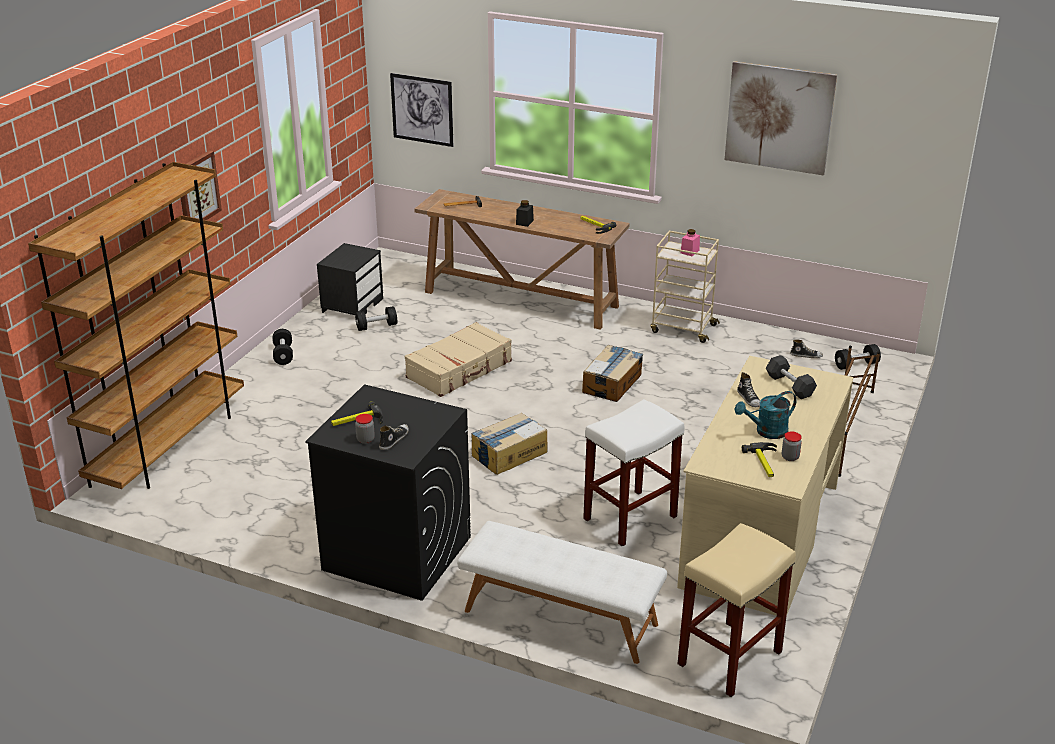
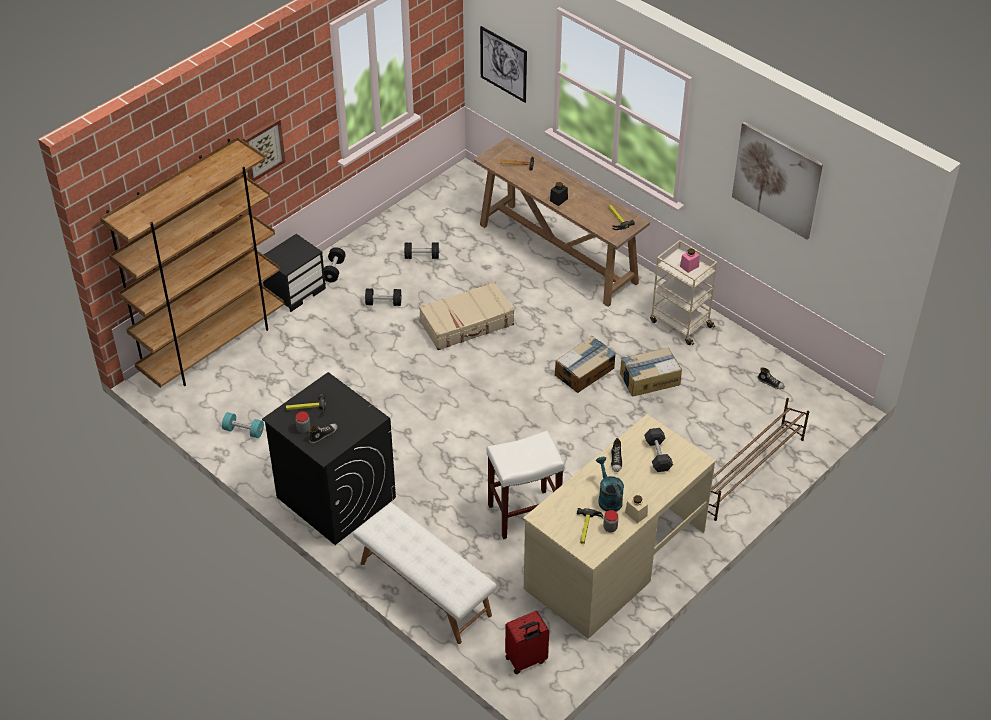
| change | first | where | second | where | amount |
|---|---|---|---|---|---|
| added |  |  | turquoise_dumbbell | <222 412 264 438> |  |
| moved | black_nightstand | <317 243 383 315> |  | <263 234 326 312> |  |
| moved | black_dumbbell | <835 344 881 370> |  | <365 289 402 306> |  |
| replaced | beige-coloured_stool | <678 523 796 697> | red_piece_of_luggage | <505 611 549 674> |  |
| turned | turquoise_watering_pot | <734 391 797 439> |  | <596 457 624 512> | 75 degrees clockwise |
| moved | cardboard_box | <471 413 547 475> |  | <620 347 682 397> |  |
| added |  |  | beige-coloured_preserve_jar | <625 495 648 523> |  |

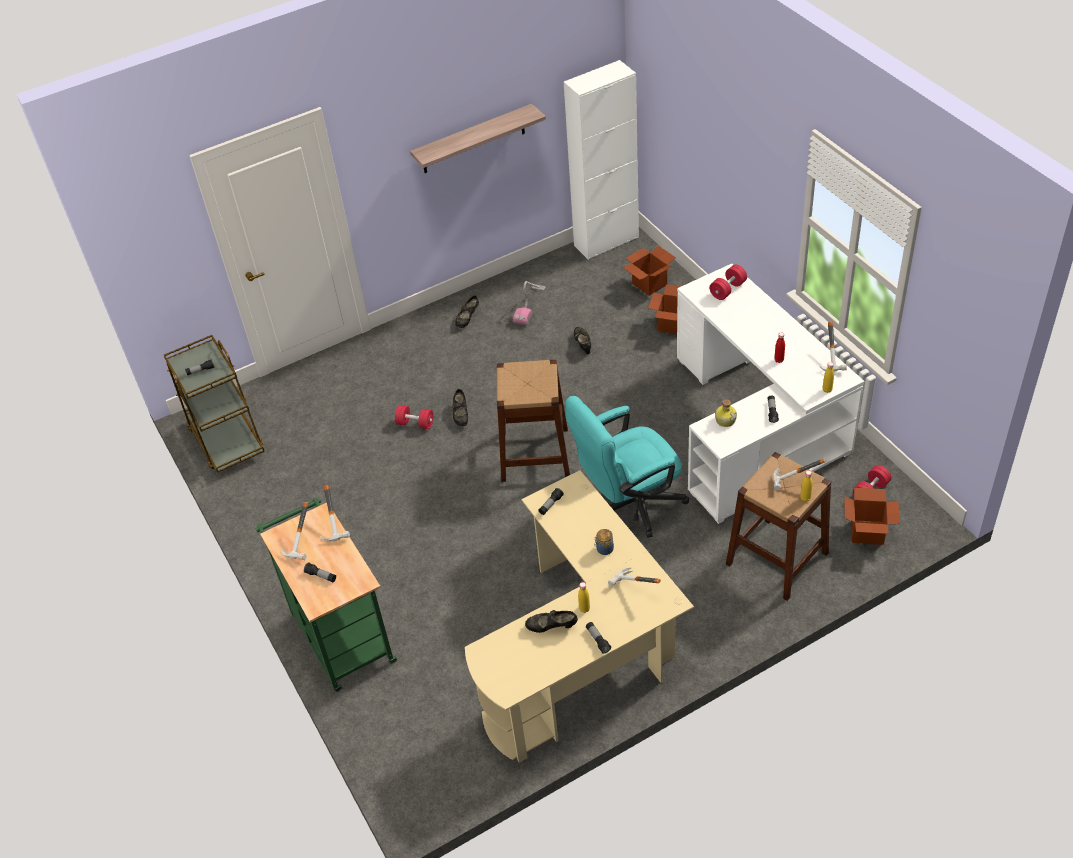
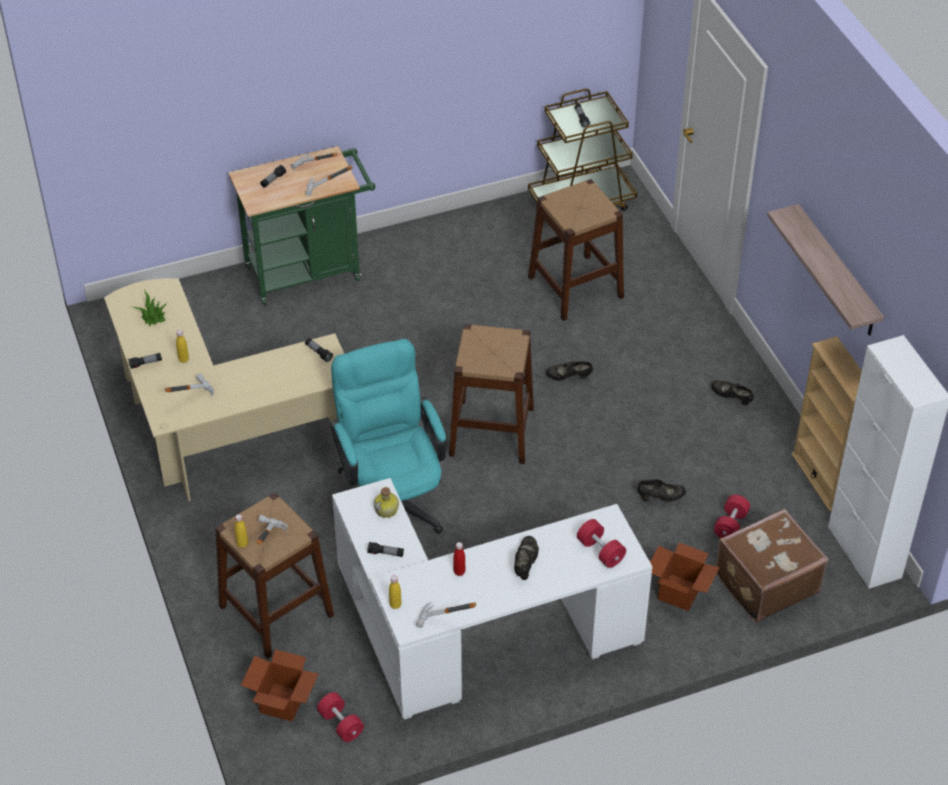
| change | first | where | second | where | amount |
|---|---|---|---|---|---|
| added |  |  | houseplant | <134 289 167 326> |  |
| moved | black_item_of_footwear | <525 610 578 633> |  | <514 536 539 580> |  |
| added |  |  | brownish_stool | <528 179 624 321> |  |
| moved | red_dumbbell | <395 405 433 429> |  | <714 495 750 538> |  |
| replaced | cardboard_box | <623 246 676 296> | brownish_piece_of_luggage | <716 509 828 622> |  |
| added |  |  | beige-coloured_shelving_unit | <791 336 862 511> |  |
| removed | vacuum | <513 281 546 325> |  |  |  |
| removed | preserve_jar | <594 529 614 555> |  |  |  |

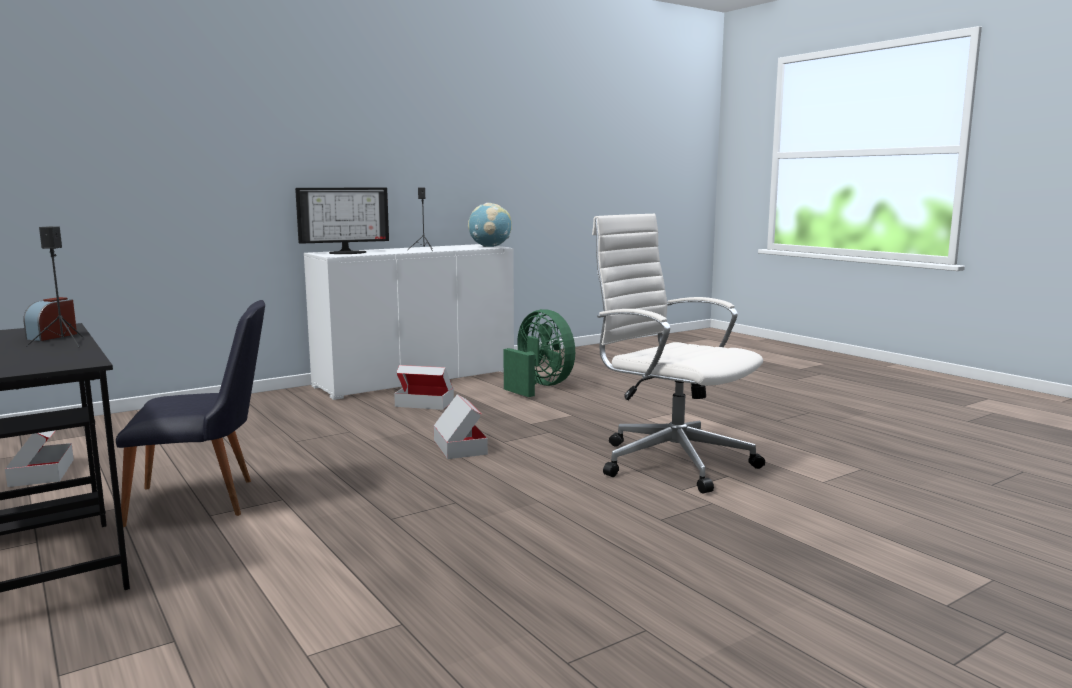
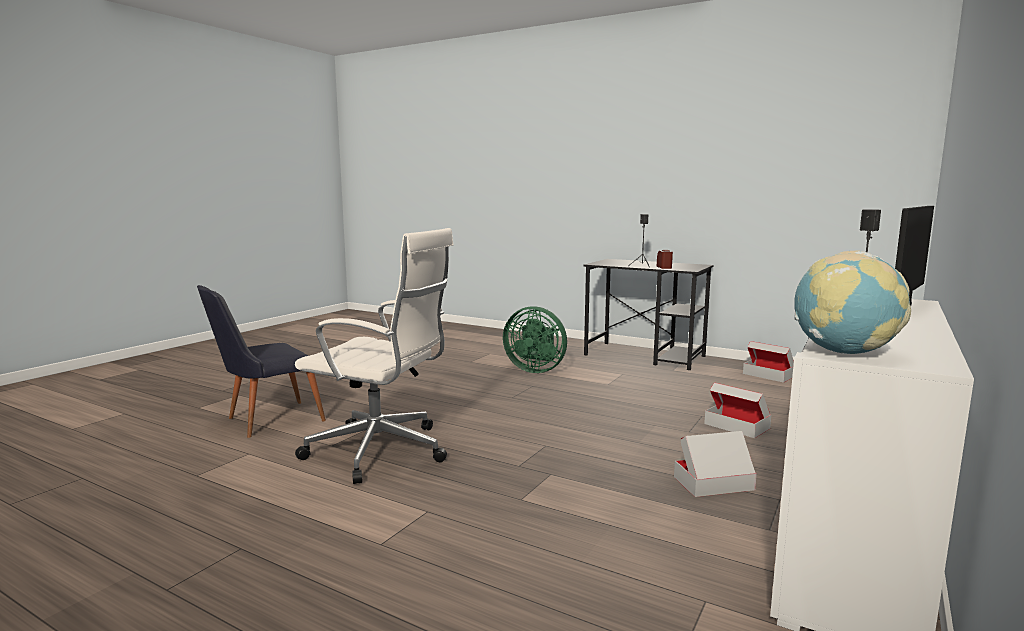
| change | first | where | second | where | amount |
|---|---|---|---|---|---|
| moved | black_chair | <116 300 265 527> |  | <197 285 326 438> |  |
| moved | green_cooling_fan | <503 309 575 397> |  | <503 306 567 373> |  |
| moved | cardboard_box | <434 394 488 459> |  | <704 382 771 438> |  |

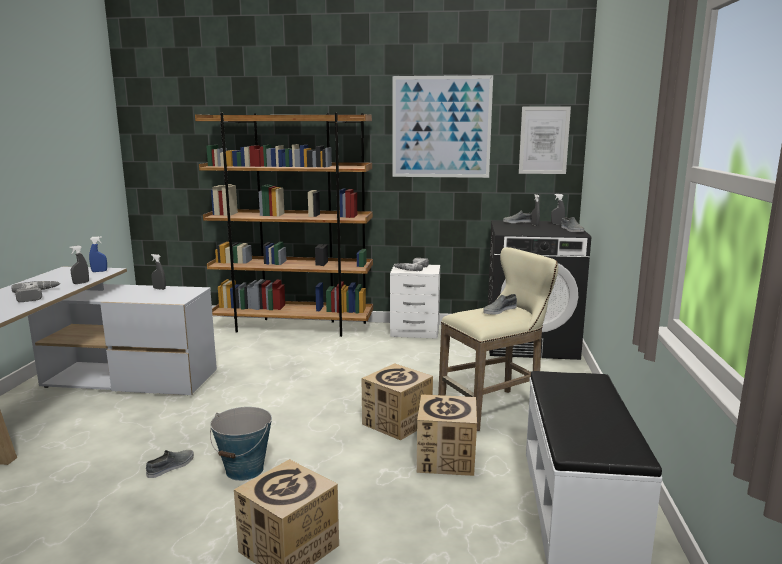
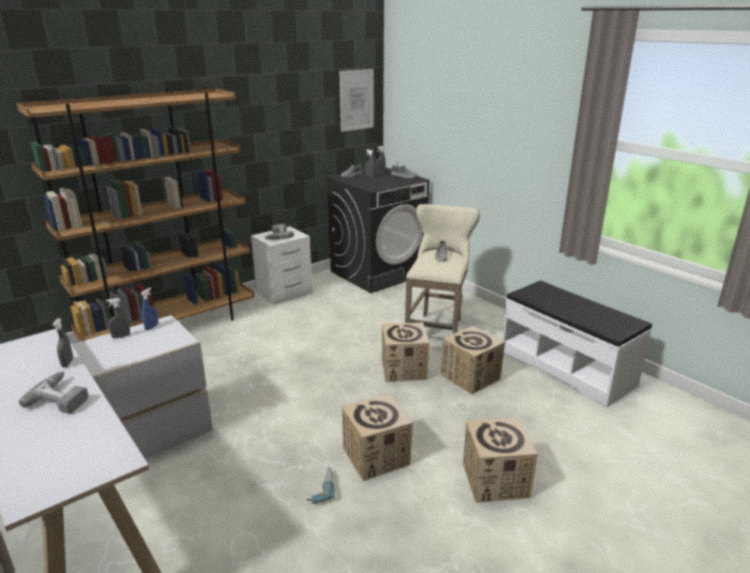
| change | first | where | second | where | amount |
|---|---|---|---|---|---|
| moved | blue_spray_bottle | <89 236 107 272> |  | <141 288 158 330> |  |
| replaced | greyish_item_of_footwear | <146 450 194 478> | electric_drill | <307 467 335 504> |  |
| replaced | pail | <210 407 272 481> | cardboard_box | <342 394 413 481> |  |
| removed | wall_picture | <392 75 493 178> |  |  |  |

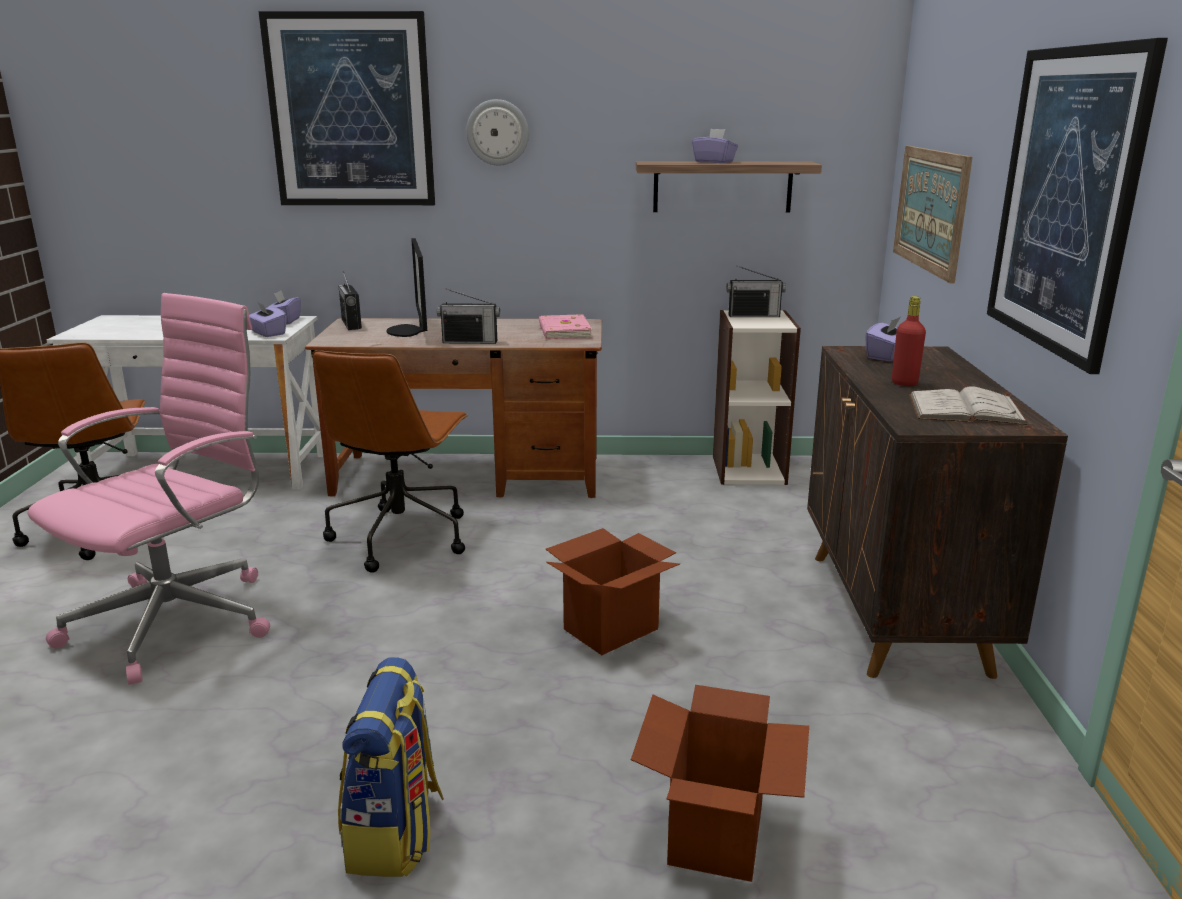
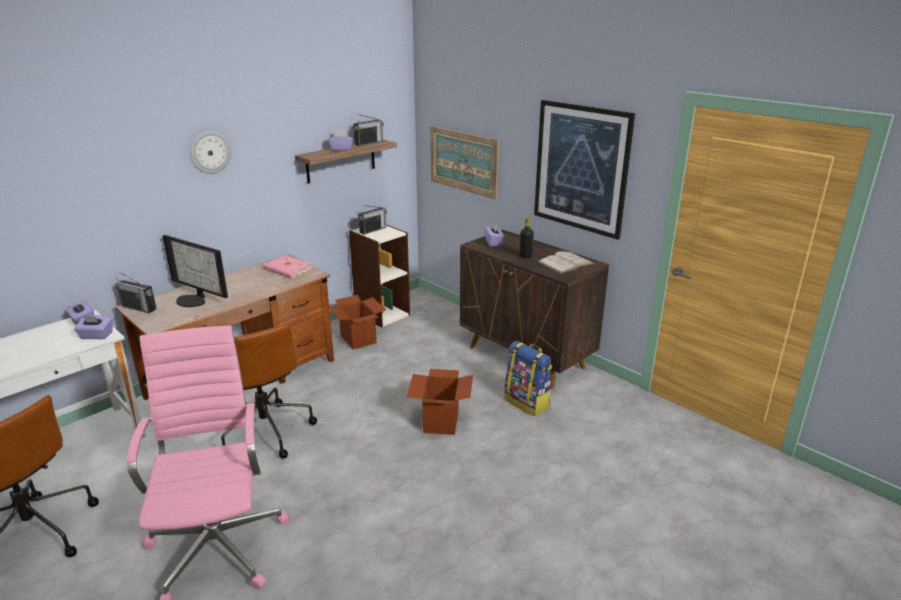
| change | first | where | second | where | amount |
|---|---|---|---|---|---|
| moved | cardboard_box | <631 685 809 882> |  | <329 295 386 349> |  |
| moved | radio | <437 288 500 344> |  | <353 114 384 146> |  |
| moved | knapsack | <338 657 444 877> |  | <504 341 552 416> |  |
| recoloured | red_drink_bottle | <892 296 926 386> | black_drink_bottle | <520 217 534 258> |  |
| removed | wall_picture | <259 11 435 205> |  |  |  |

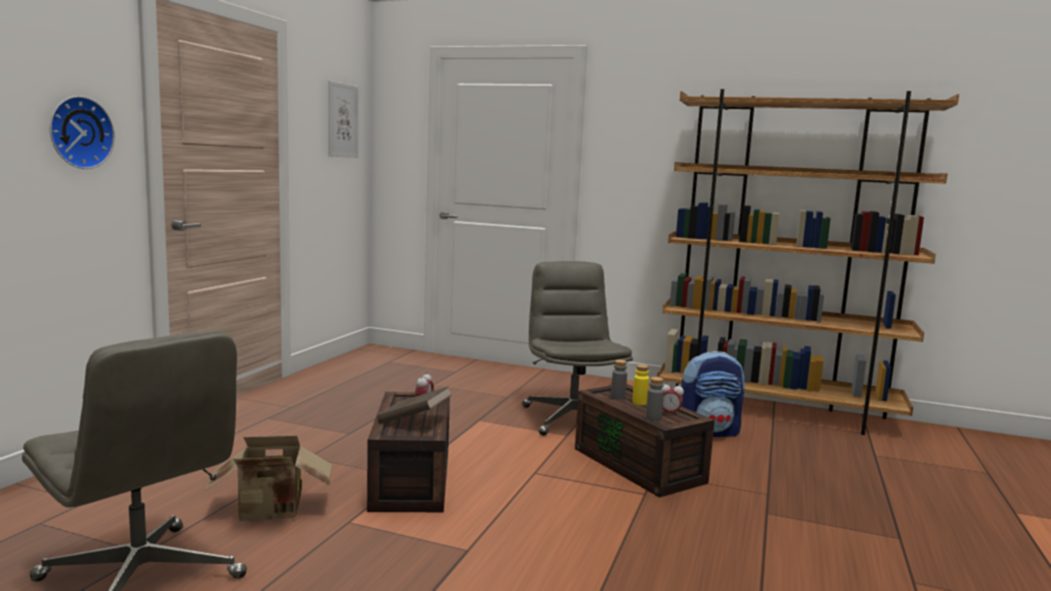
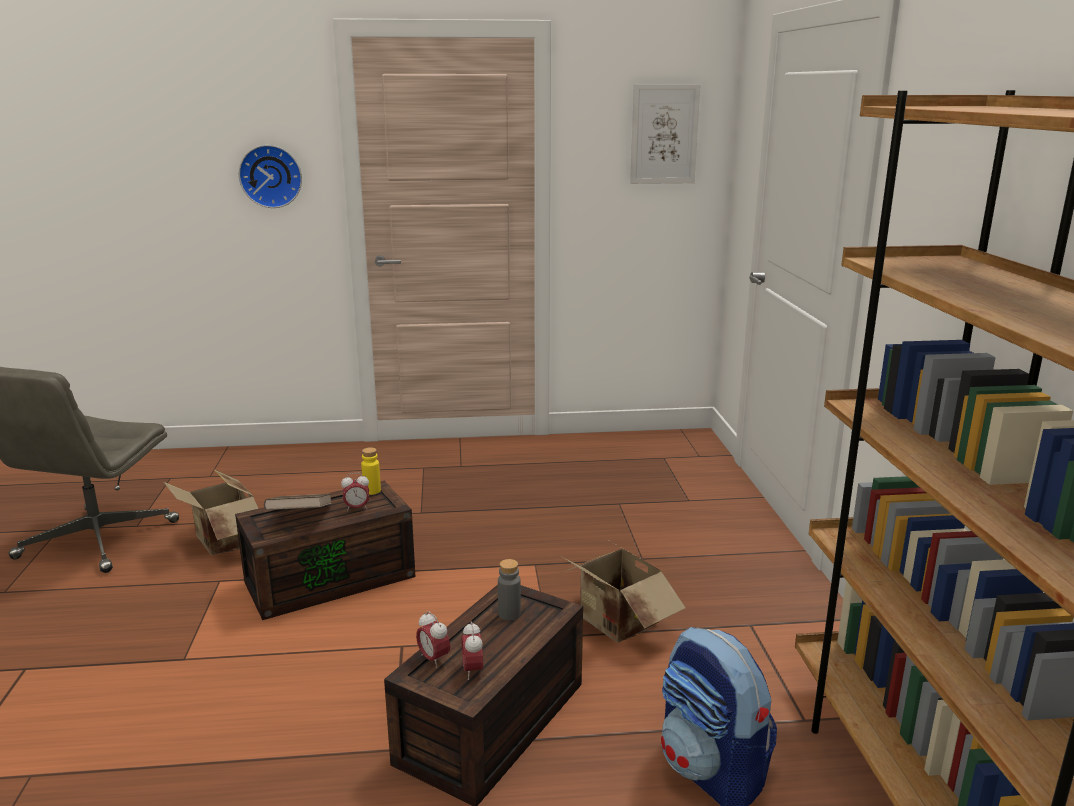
| change | first | where | second | where | amount |
|---|---|---|---|---|---|
| moved | yellow-coloured_drink_bottle | <632 364 649 405> |  | <361 447 381 495> |  |
| replaced | greyish_drink_bottle | <646 377 664 420> | bedside_clock | <416 611 450 668> |  |
| replaced | greyish_computer_chair | <522 261 633 436> | cardboard_box | <561 538 686 643> |  |

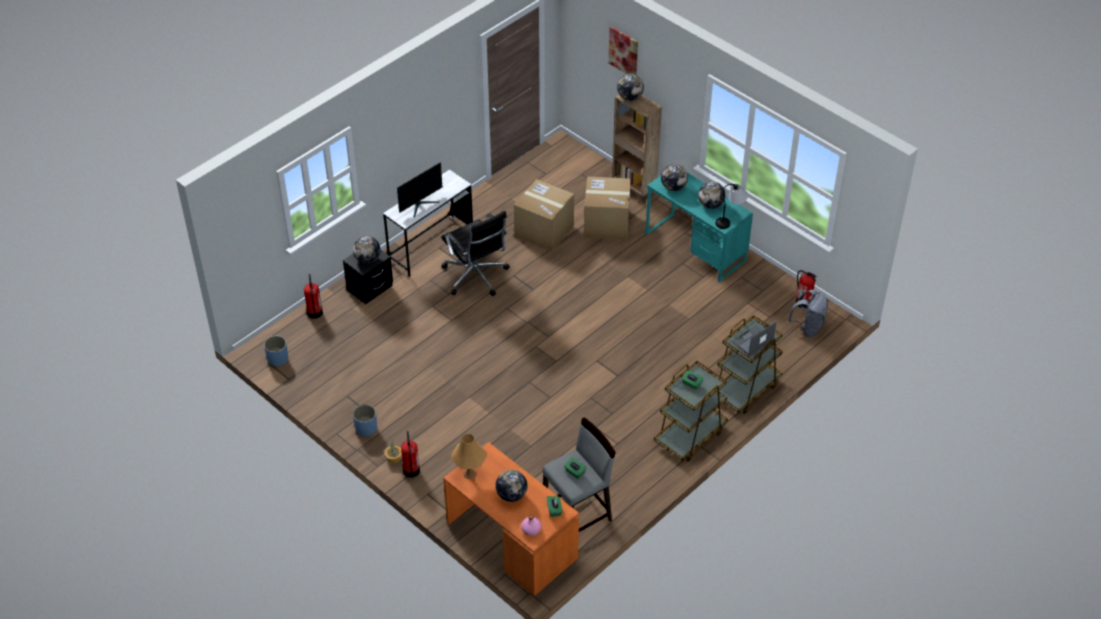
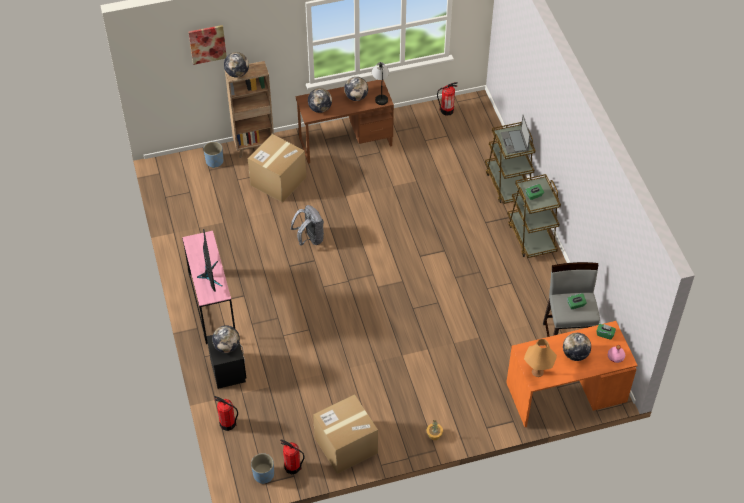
| change | first | where | second | where | amount |
|---|---|---|---|---|---|
| recoloured | white-coloured_desk | <383 169 473 277> | pink-coloured_desk | <182 231 235 344> |  |
| moved | blue_planter | <353 404 377 436> |  | <203 142 223 168> |  |
| moved | extinguisher | <401 431 420 478> |  | <280 440 304 474> |  |
| moved | greyish_knapsack | <788 290 828 337> |  | <291 205 324 246> |  |
| recoloured | turquoise_desk | <645 172 753 282> | brownish_desk | <296 80 394 164> |  |
| moved | cardboard_box | <514 179 574 252> |  | <313 394 378 474> |  |
| removed | black_computer_chair | <441 211 510 296> |  |  |  |

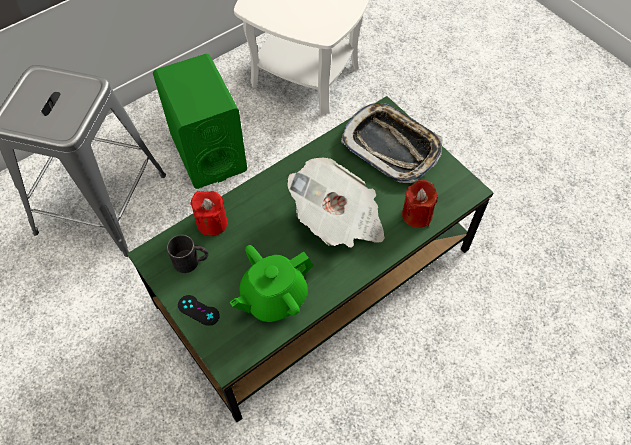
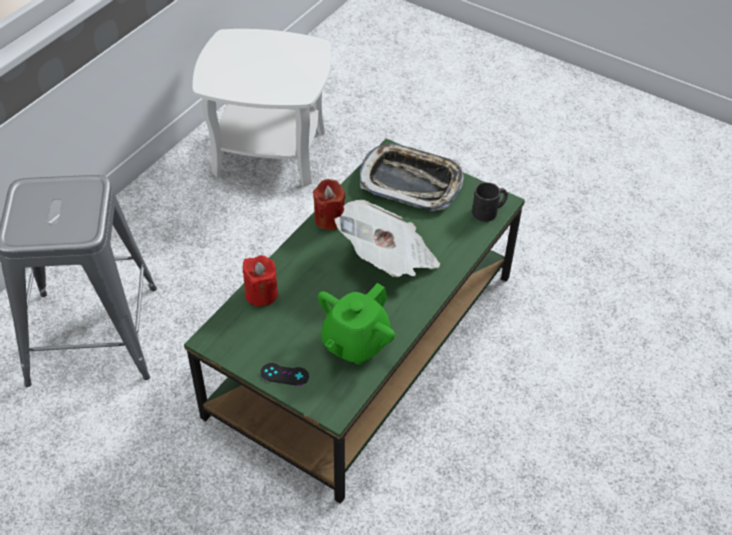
| change | first | where | second | where | amount |
|---|---|---|---|---|---|
| moved | red_wax_candle | <402 180 438 228> |  | <313 179 345 230> |  |
| moved | black_mug | <167 235 209 273> |  | <472 182 508 222> |  |
| removed | green_speaker | <153 54 247 189> |  |  |  |

